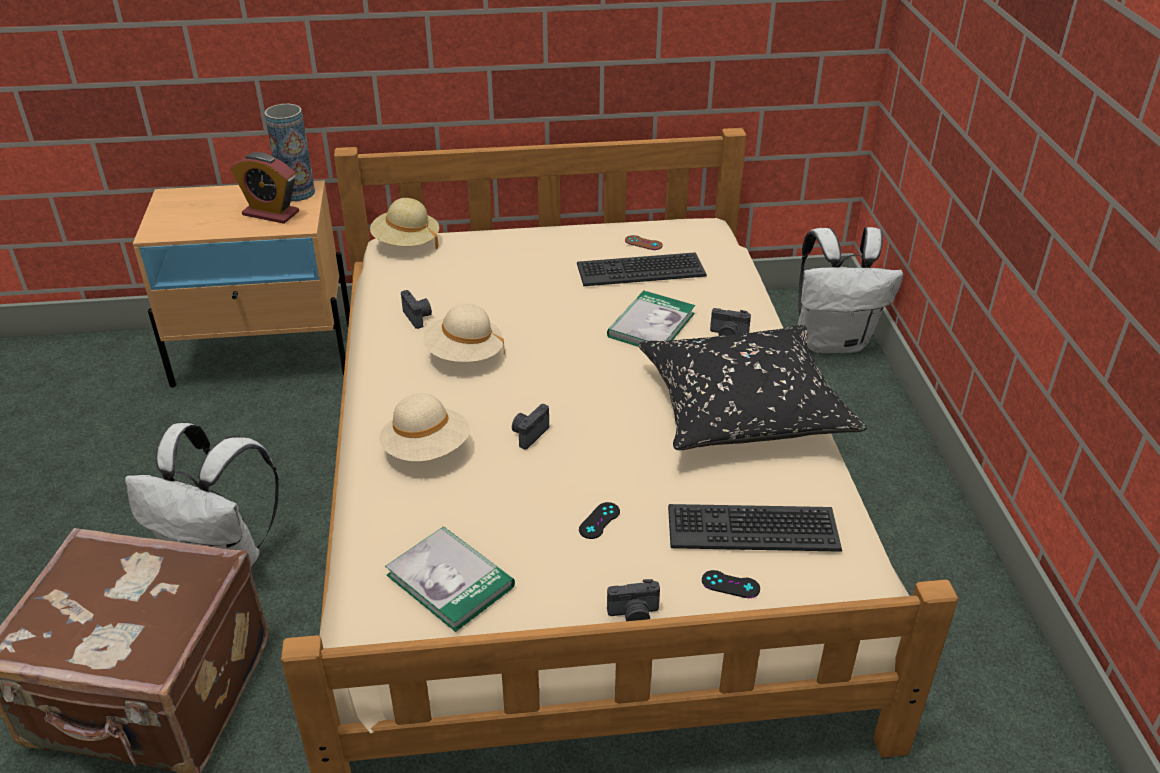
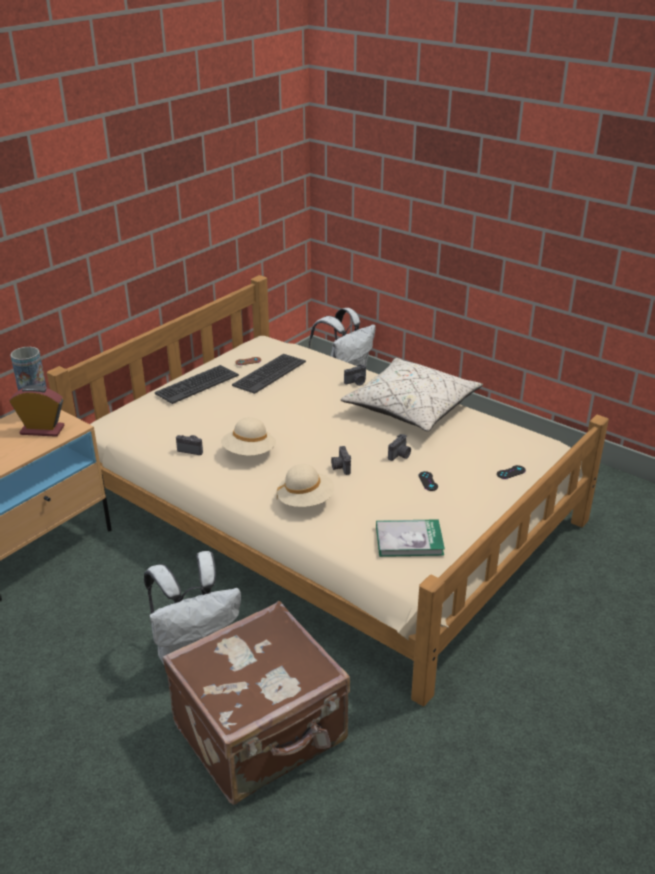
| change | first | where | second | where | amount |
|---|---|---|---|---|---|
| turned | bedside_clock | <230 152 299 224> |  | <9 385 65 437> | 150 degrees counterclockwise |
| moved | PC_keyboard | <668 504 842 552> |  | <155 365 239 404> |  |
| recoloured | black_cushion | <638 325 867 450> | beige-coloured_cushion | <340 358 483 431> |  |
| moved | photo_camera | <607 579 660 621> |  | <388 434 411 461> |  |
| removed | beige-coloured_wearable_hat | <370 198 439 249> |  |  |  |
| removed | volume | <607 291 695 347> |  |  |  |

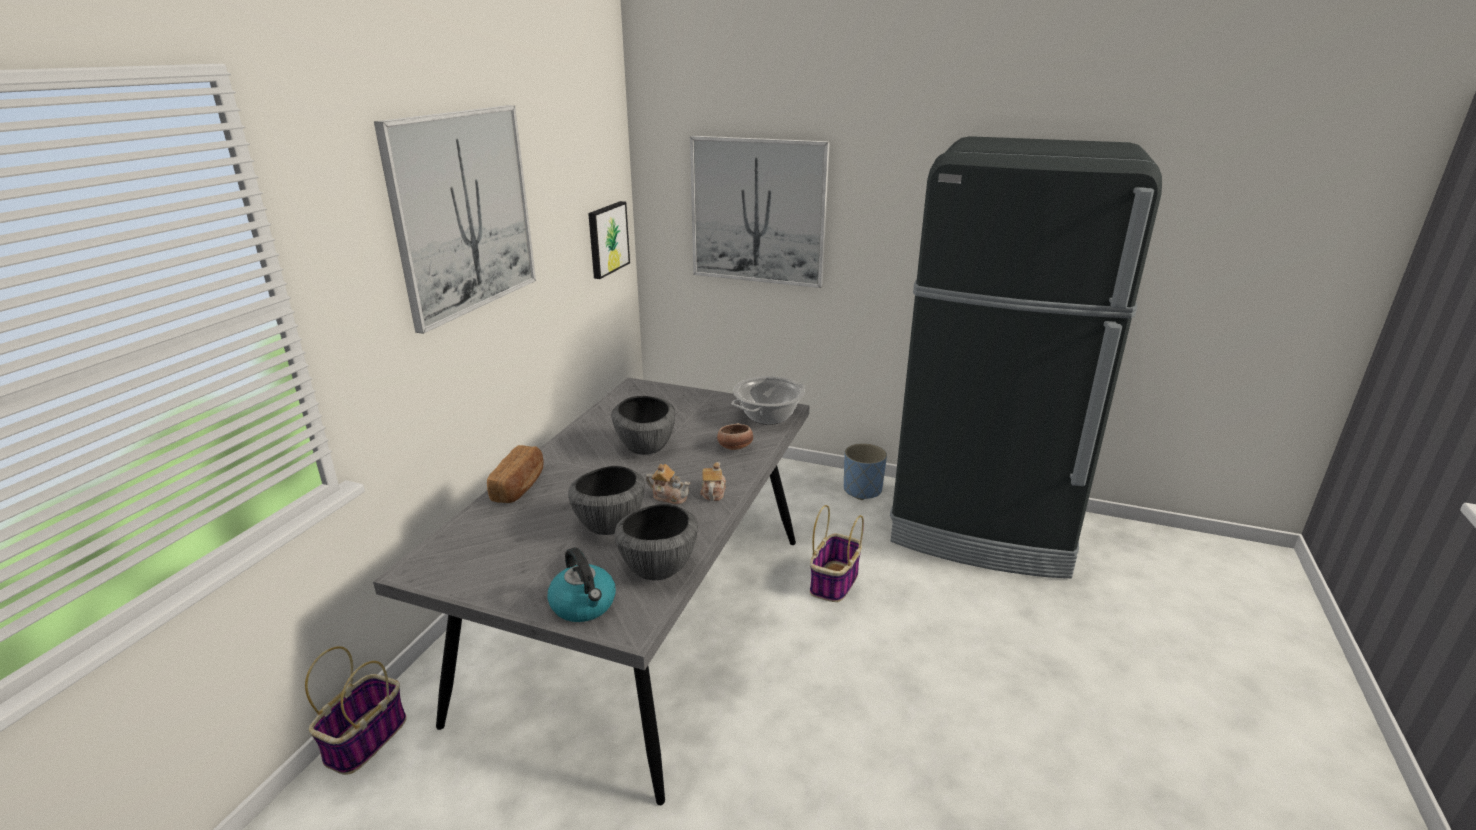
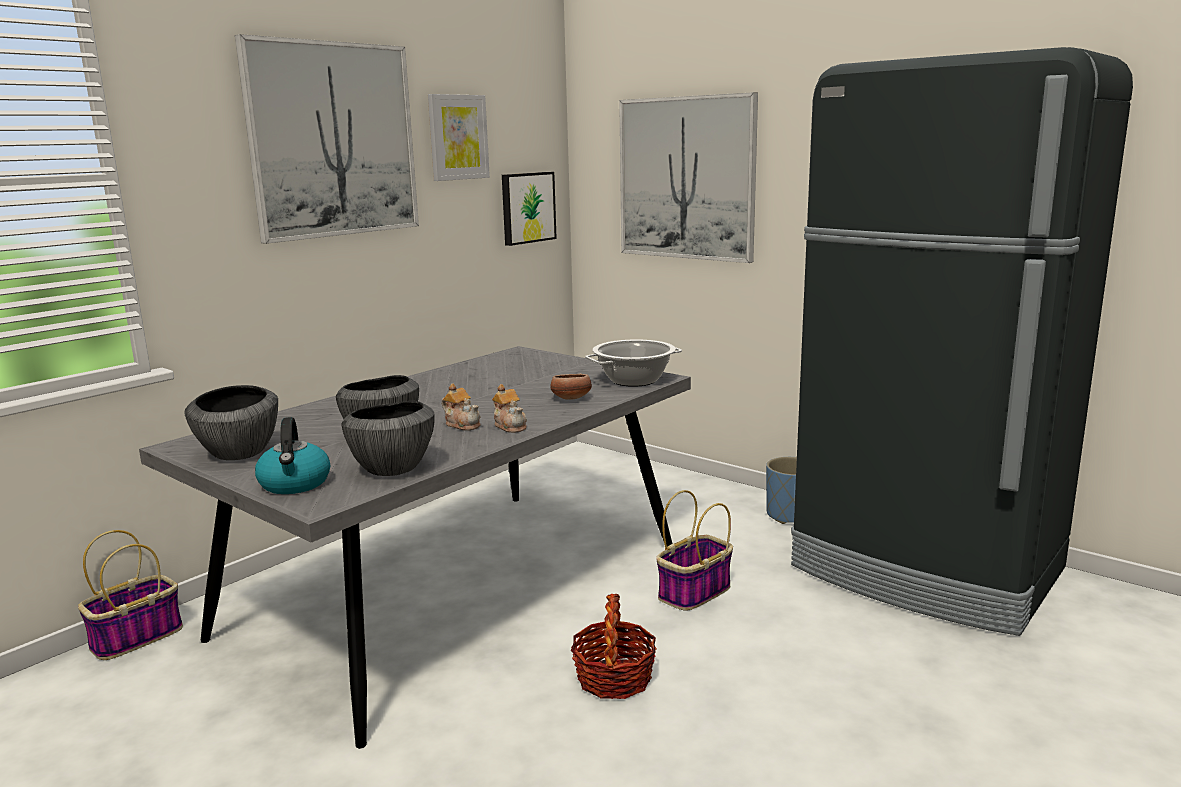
| change | first | where | second | where | amount |
|---|---|---|---|---|---|
| moved | serving_bowl | <611 396 675 455> |  | <184 385 278 460> |  |
| added |  |  | wall_picture | <428 94 490 181> |  |
| turned | pot_for_tea | <700 462 726 501> |  | <492 384 527 433> | 120 degrees clockwise |
| added |  |  | basket | <571 594 657 699> |  |
| removed | bread | <487 445 544 503> |  |  |  |

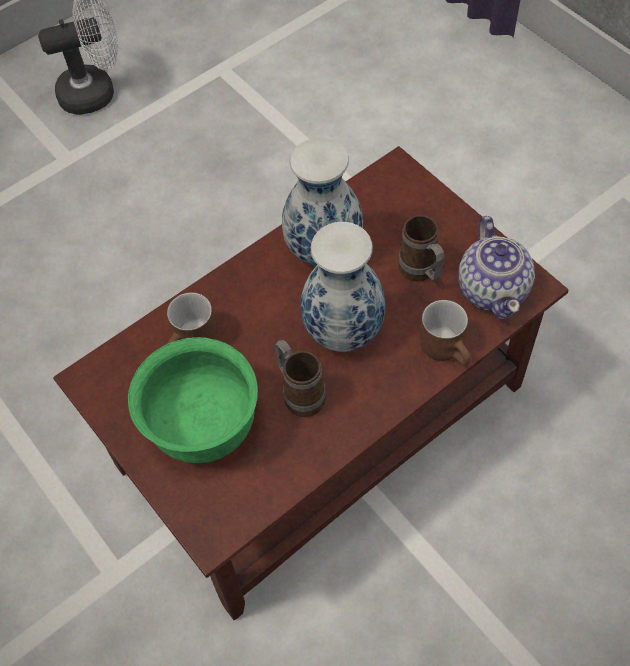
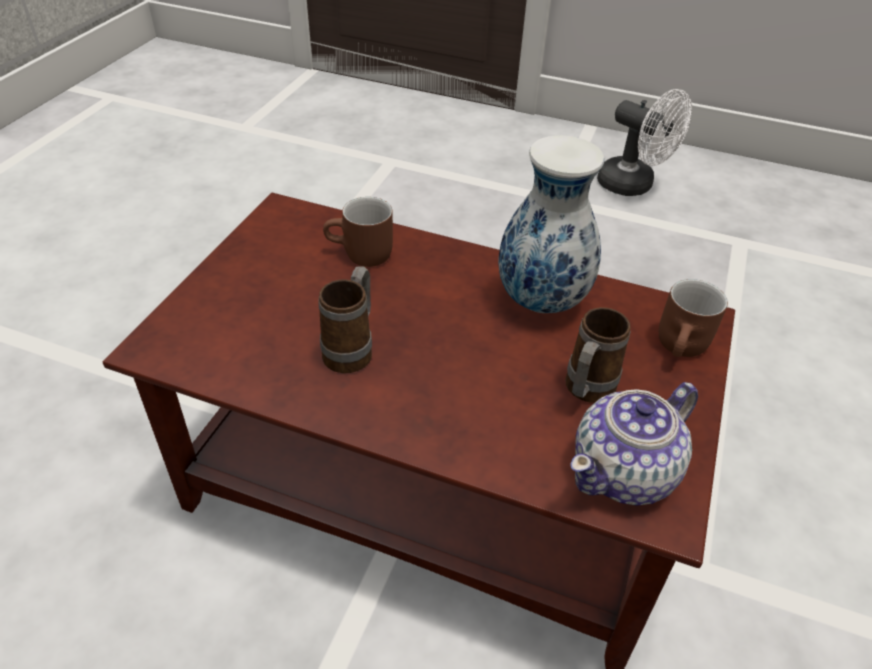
| change | first | where | second | where | amount |
|---|---|---|---|---|---|
| moved | brownish_mug | <420 300 471 366> |  | <659 279 728 357> |  |
| removed | green_serving_bowl | <128 337 258 463> |  |  |  |
| removed | decorative_vase | <301 222 386 352> |  |  |  |

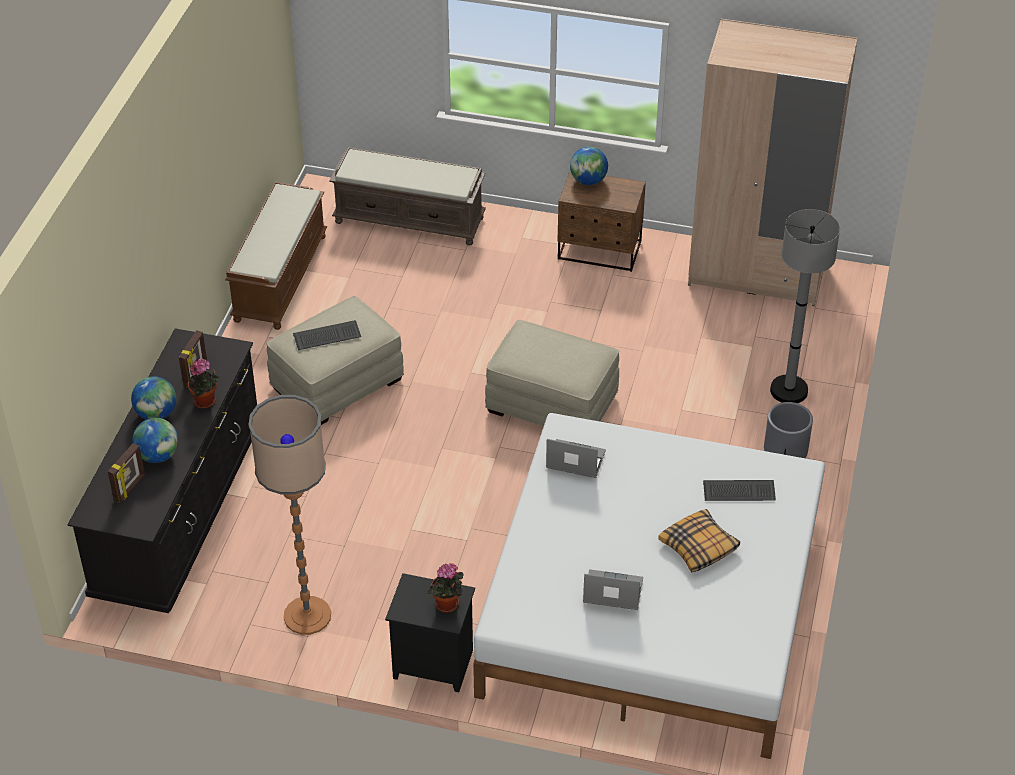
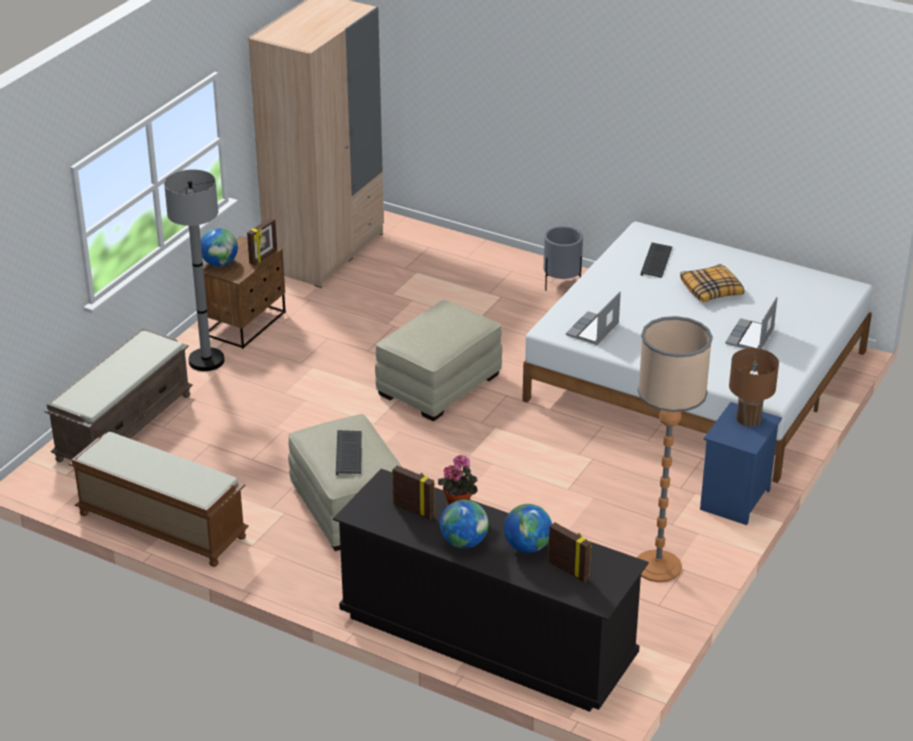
| change | first | where | second | where | amount |
|---|---|---|---|---|---|
| moved | greyish_standard_lamp | <770 209 840 403> |  | <164 170 225 371> |  |
| added |  |  | picture_frame | <247 218 277 265> |  |
| recoloured | black_nightstand | <385 573 475 692> | blue_nightstand | <700 402 782 525> |  |
| replaced | houseplant | <428 563 463 613> | brownish_table_lamp | <729 348 779 426> |  |

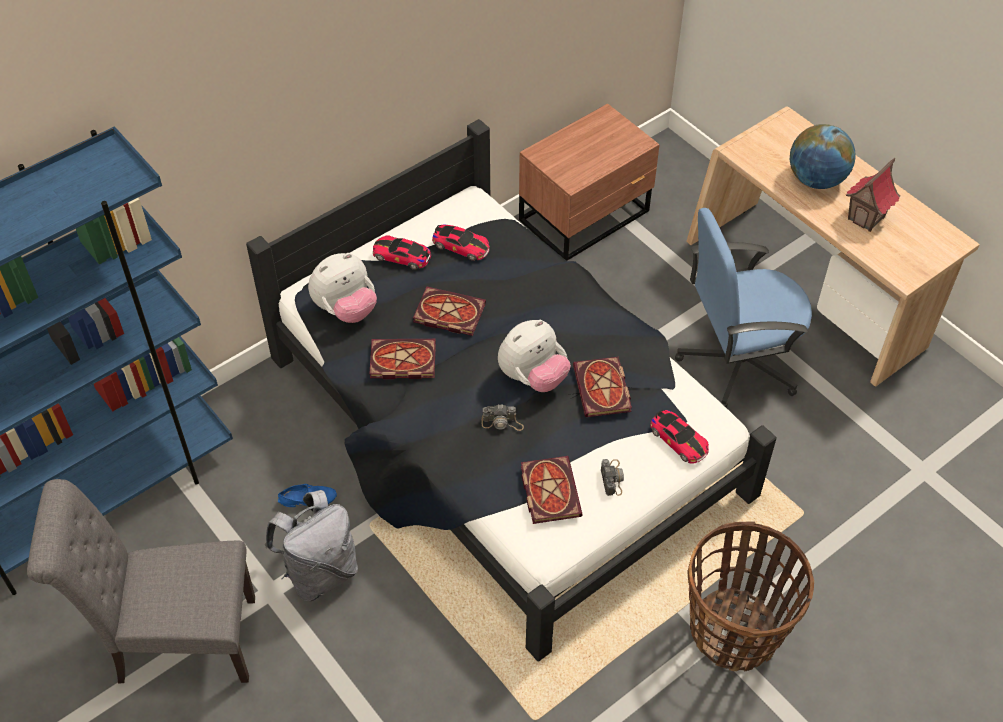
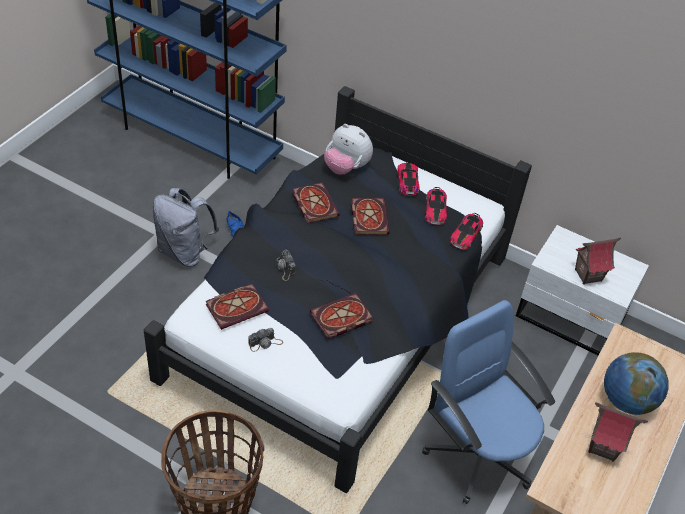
| change | first | where | second | where | amount |
|---|---|---|---|---|---|
| moved | toy_car | <650 410 709 464> |  | <450 213 483 250> |  |
| recoloured | brownish_nightstand | <519 103 660 261> | white-coloured_nightstand | <516 225 649 356> |  |
| added |  |  | miniature_house | <575 238 621 285> |  |
| removed | greyish_chair | <27 479 255 684> |  |  |  |
| removed | soft_toy | <498 320 571 392> |  |  |  |

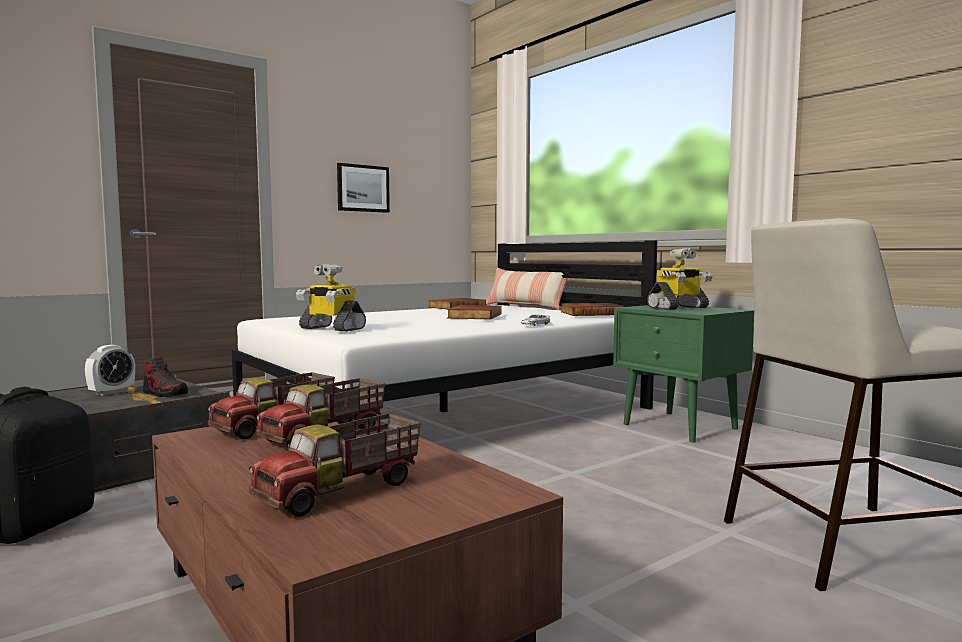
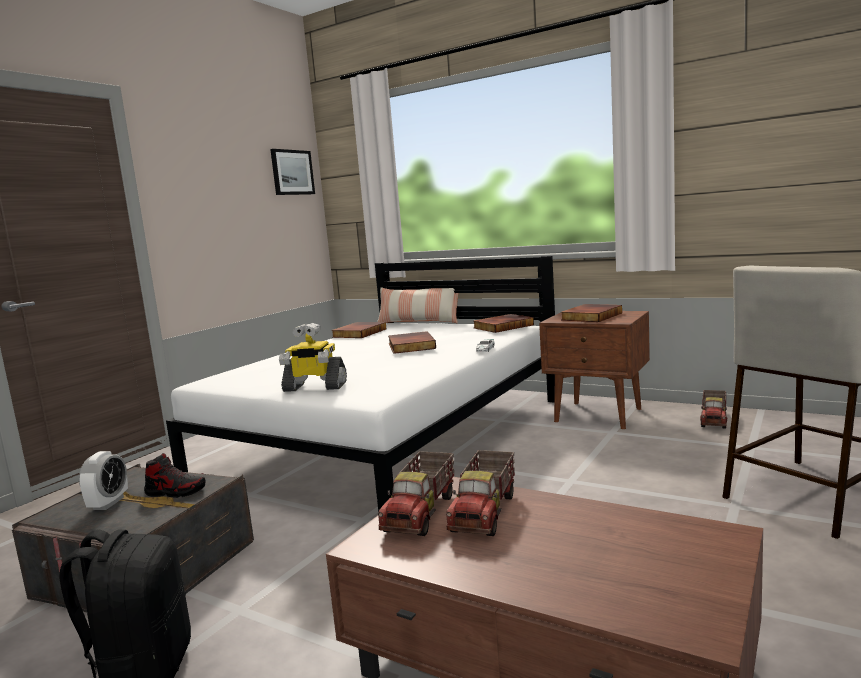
| change | first | where | second | where | amount |
|---|---|---|---|---|---|
| moved | wall_picture | <337 163 390 213> |  | <270 149 315 195> |  |
| recoloured | green_nightstand | <613 305 754 443> | brownish_nightstand | <539 311 650 429> |  |
| replaced | toy_robot | <647 248 713 310> | volume | <561 304 622 322> |  |
| moved | toy_lorry | <249 413 421 517> |  | <700 390 727 428> |  |

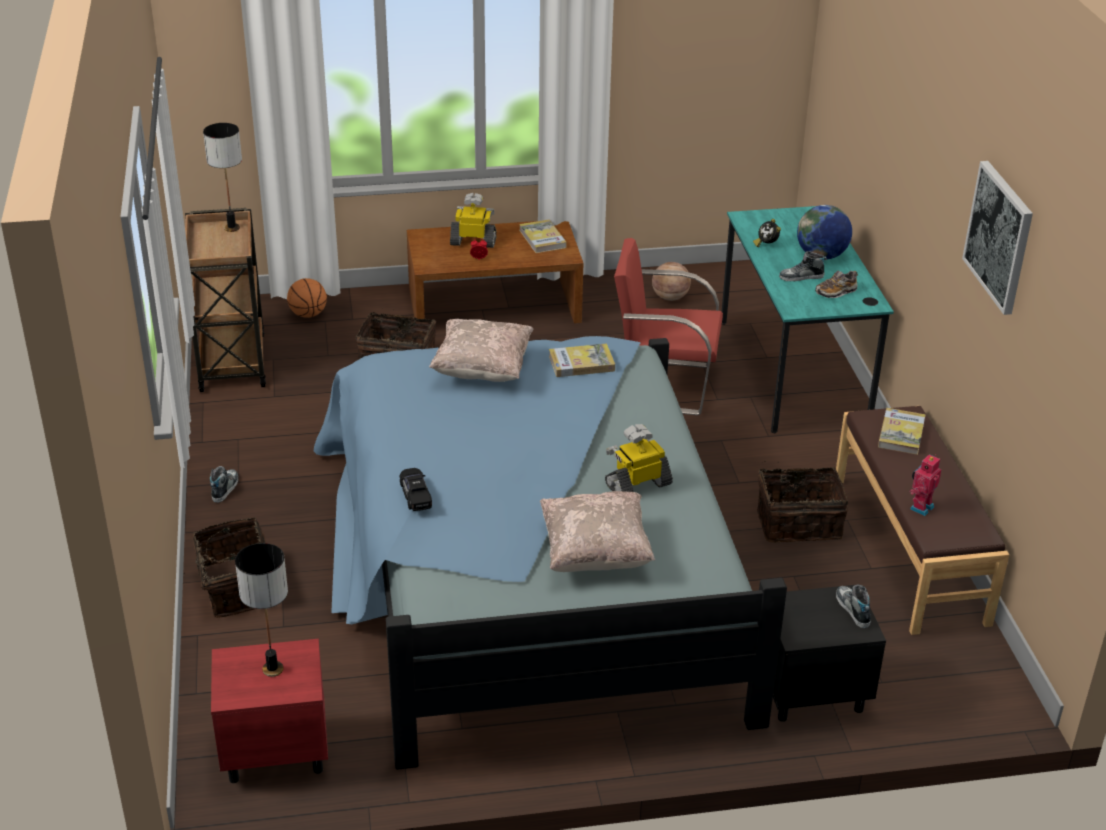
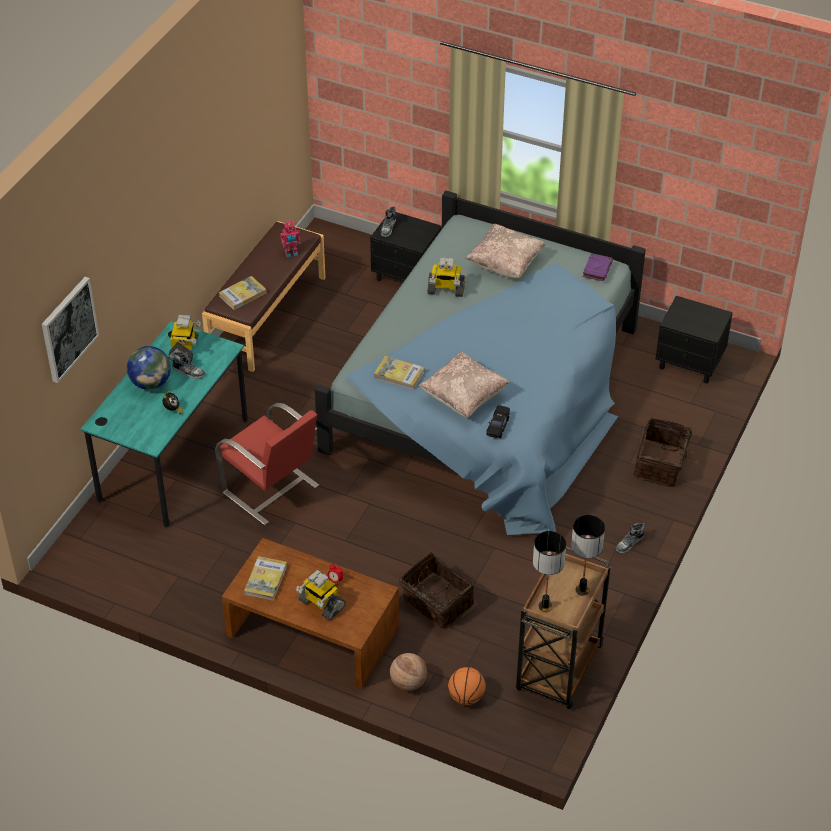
| change | first | where | second | where | amount |
|---|---|---|---|---|---|
| moved | wall_picture | <962 161 1033 315> |  | <42 277 99 383> |  |
| replaced | item_of_footwear | <815 271 858 298> | toy_robot | <168 315 201 362> |  |
| moved | basketball_ball | <652 262 691 301> |  | <390 653 427 691> |  |
| moved | black_toy_car | <399 468 432 511> |  | <486 405 510 438> |  |
| moved | table_lamp | <235 543 288 677> |  | <571 515 605 596> |  |
| added |  |  | purplish_volume | <583 253 613 281> |  |
| recoloured | red_nightstand | <211 639 328 783> | black_nightstand | <655 296 733 383> |  |
| removed | basket | <757 461 848 543> |  |  |  |

